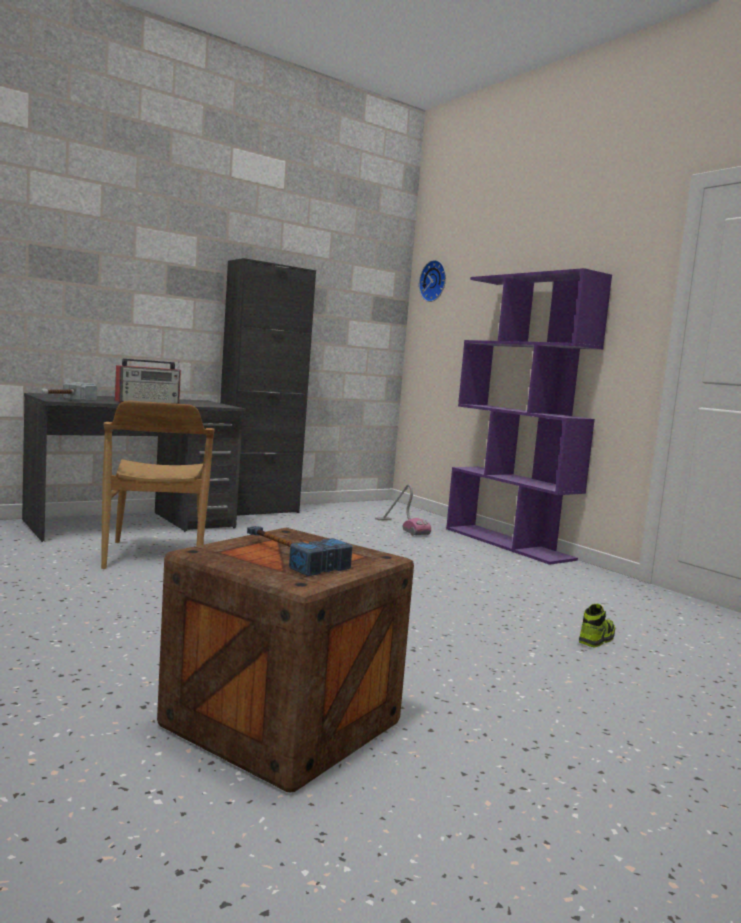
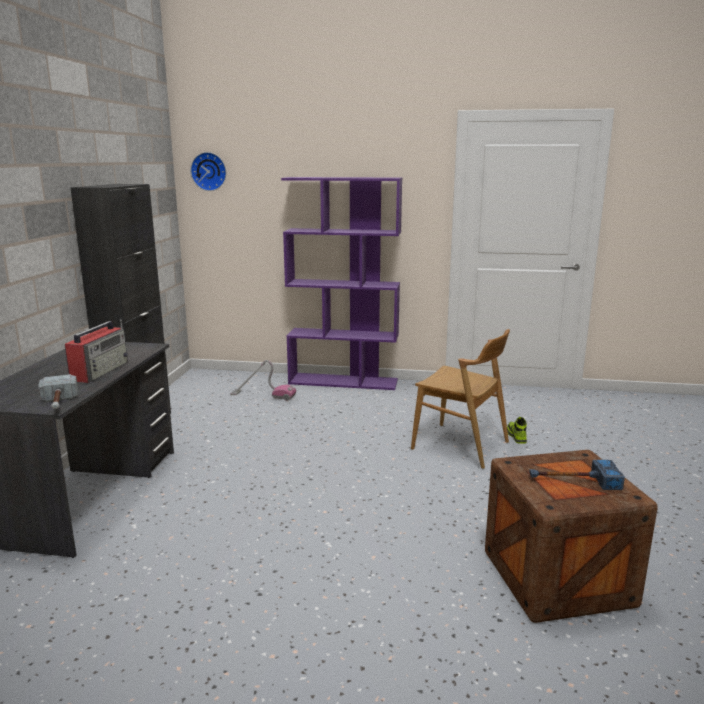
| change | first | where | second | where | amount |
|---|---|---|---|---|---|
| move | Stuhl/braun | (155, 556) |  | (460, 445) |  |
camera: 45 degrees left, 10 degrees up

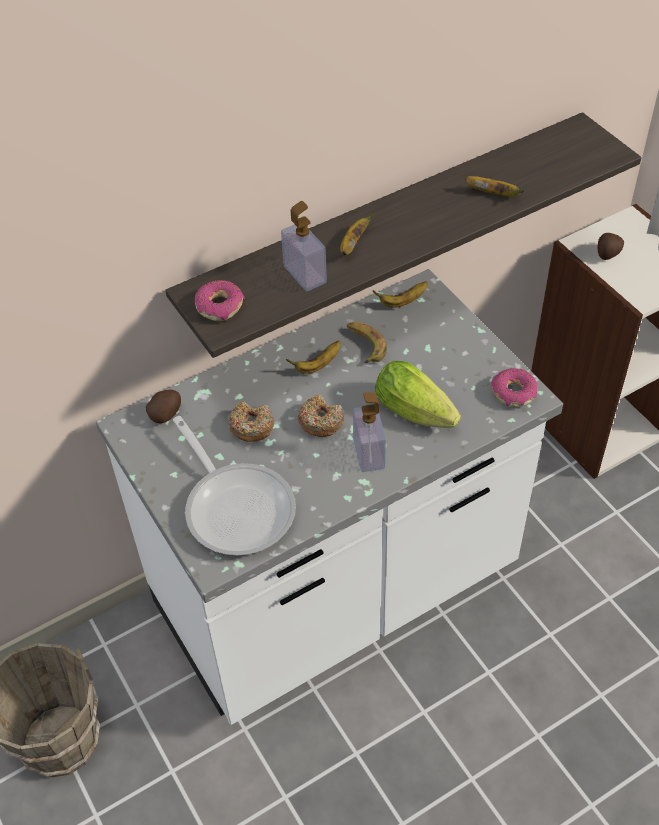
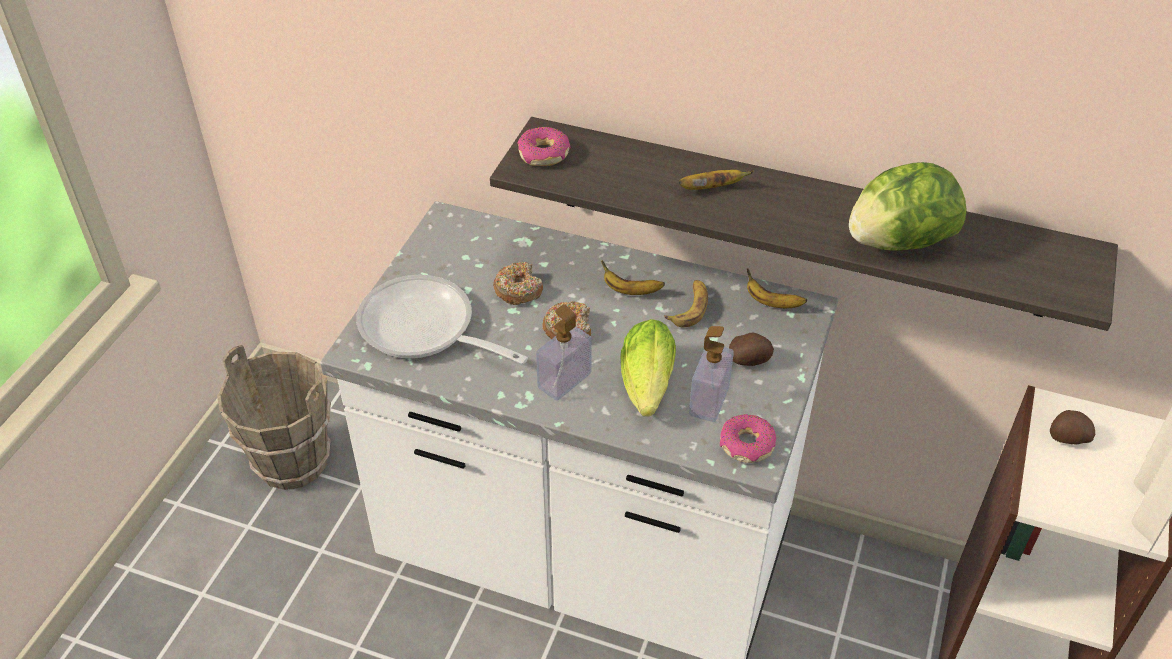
| change | first | where | second | where | amount |
|---|---|---|---|---|---|
| replace | Banane | (494, 194) | Salatkopf | (898, 242) |  |
| move | Seifenspender | (305, 274) |  | (709, 401) |  |
| move | Kartoffel | (166, 414) |  | (749, 360) |  |
| rotate | Pfanne | (236, 506) |  | (425, 330) | 105 degrees clockwise |
camera: 50 degrees right, 5 degrees down

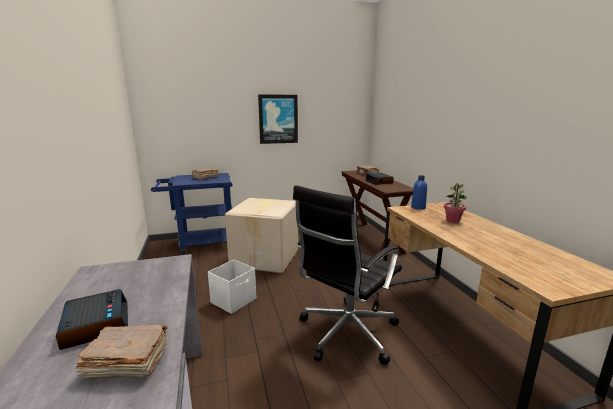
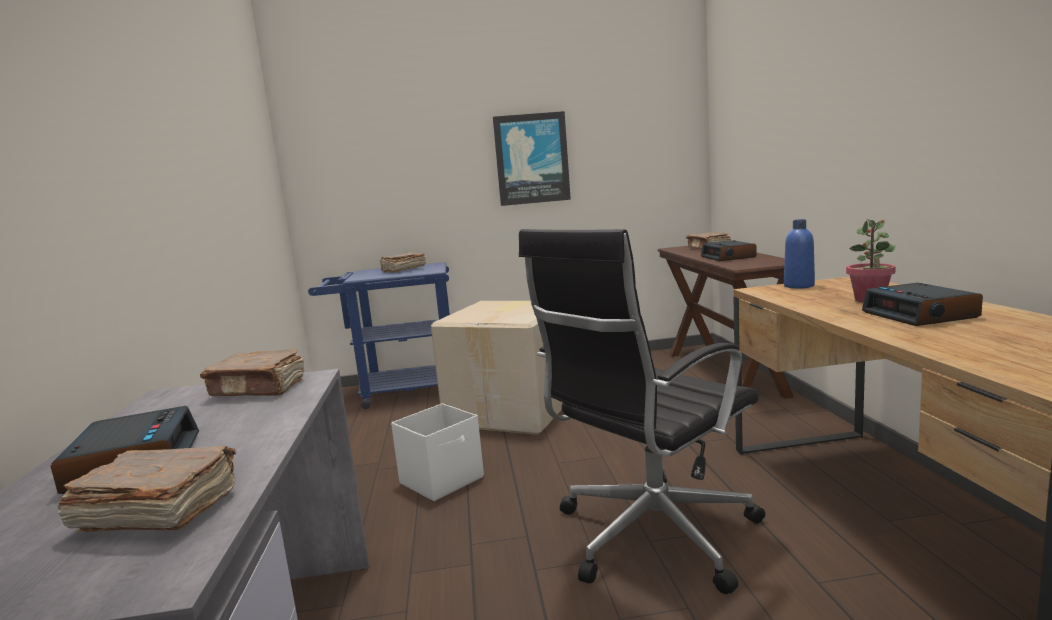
| change | first | where | second | where | amount |
|---|---|---|---|---|---|
| insert |  |  | Wecker | (920, 315) |  |
| insert |  |  | Buch/braun | (259, 389) |  |
camera: 10 degrees right, 5 degrees down

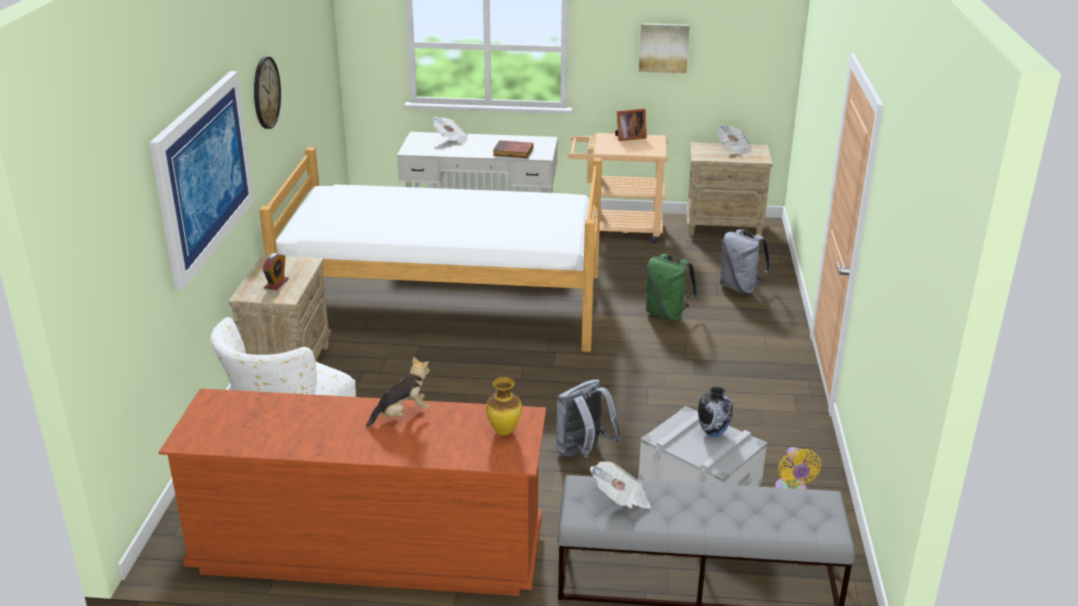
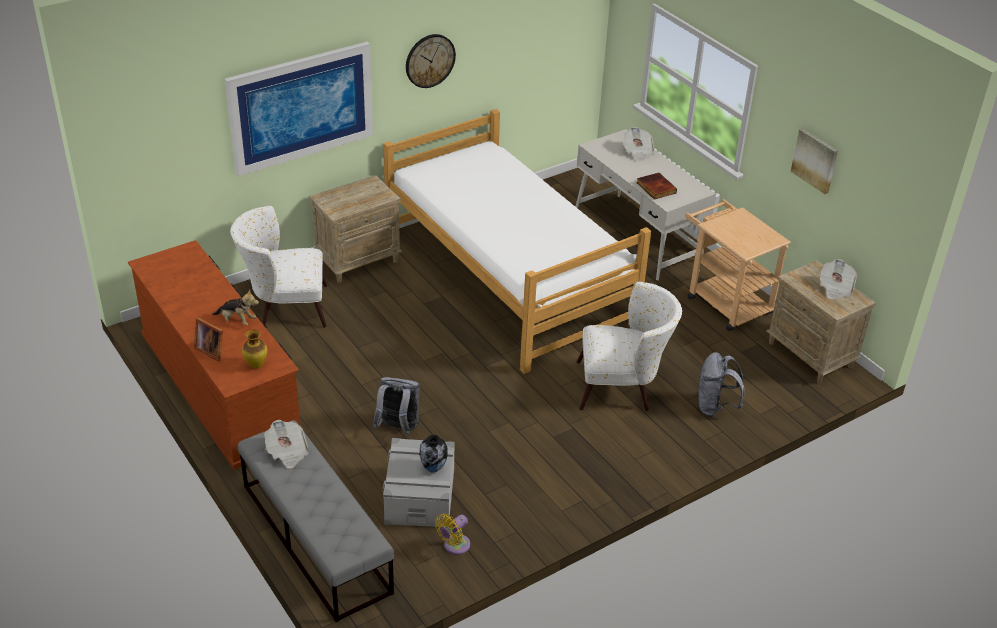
| change | first | where | second | where | amount |
|---|---|---|---|---|---|
| move | Bilderrahmen | (629, 138) |  | (211, 350) |  |
| delete | Wecker | (276, 283) |  |  |  |
| replace | Rucksack/grün | (667, 314) | Sessel/weiß | (622, 387) |  |
camera: 50 degrees right, 10 degrees up

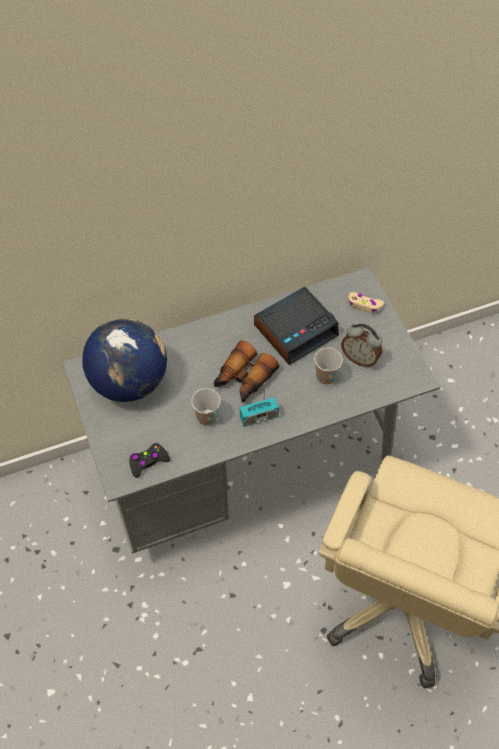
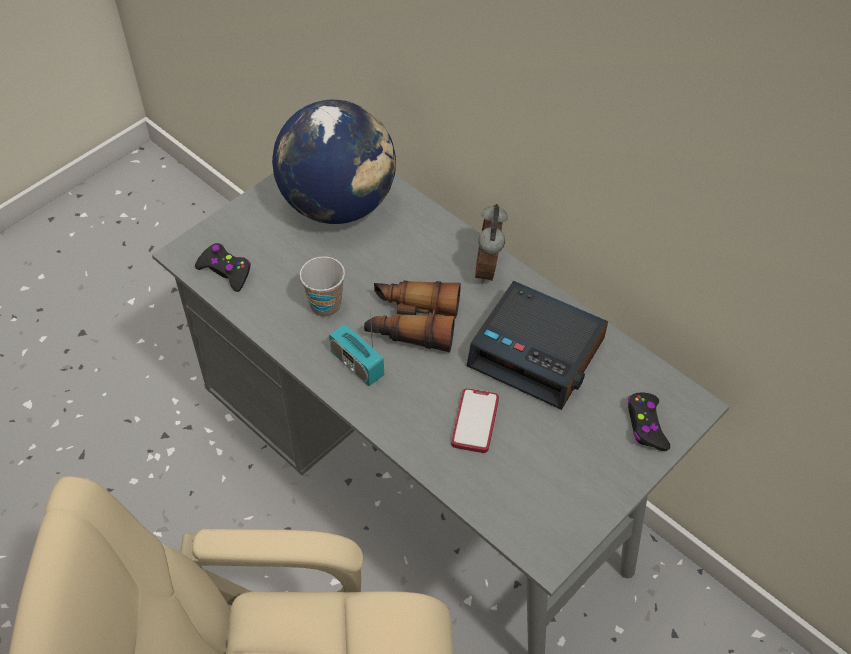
| change | first | where | second | where | amount |
|---|---|---|---|---|---|
| recolor | Gamepad/beige | (364, 305) | Gamepad/schwarz | (646, 425) |  |
| move | Wecker | (360, 358) |  | (489, 269) |  |
| replace | Tasse | (326, 376) | Handy | (475, 421) |  |
camera: 65 degrees right, 5 degrees down

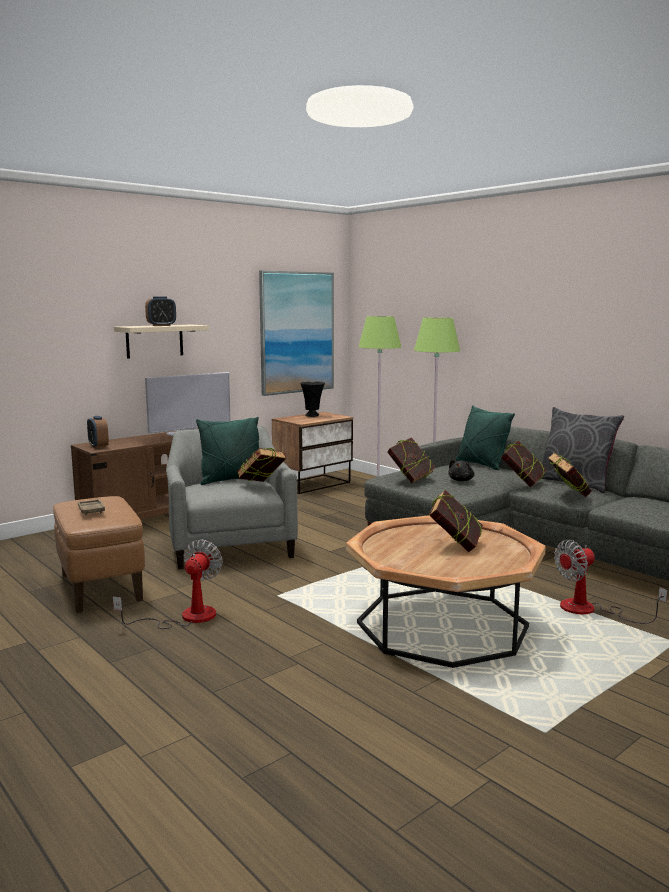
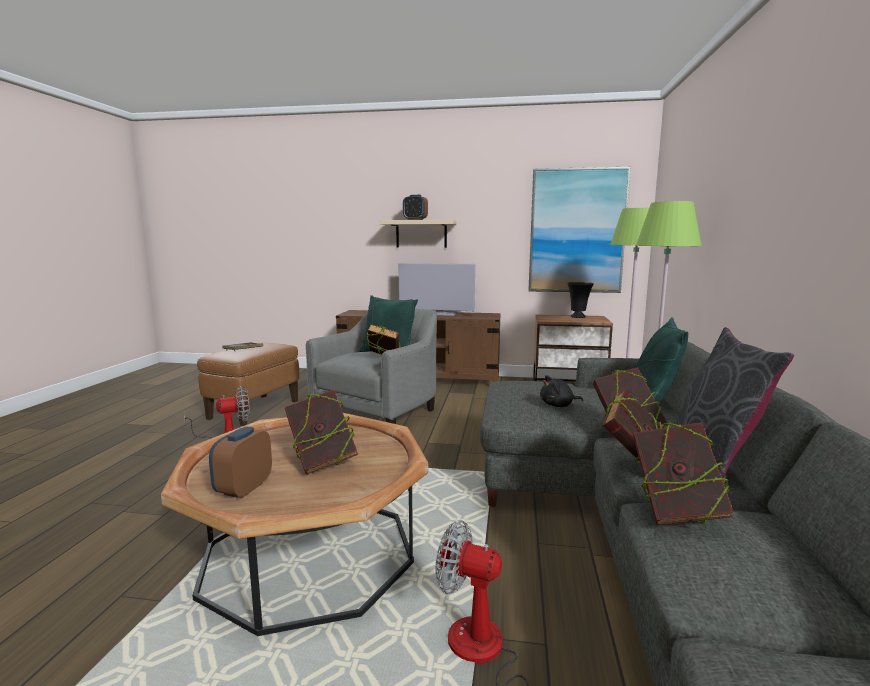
| change | first | where | second | where | amount |
|---|---|---|---|---|---|
| move | Wecker | (98, 446) |  | (243, 488) |  |
| move | Buch | (411, 479) |  | (675, 513) |  |
camera: 50 degrees right, 0 degrees up

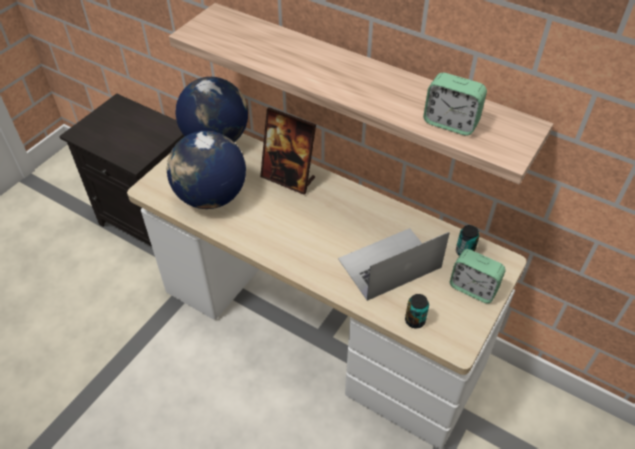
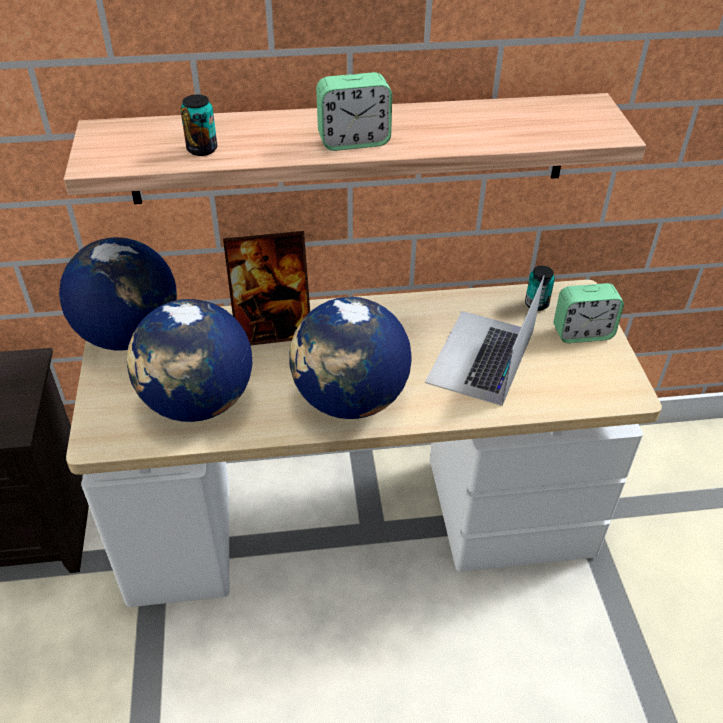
| change | first | where | second | where | amount |
|---|---|---|---|---|---|
| move | Wecker | (450, 123) |  | (354, 141) |  |
| move | Dose | (415, 320) |  | (202, 149) |  |
| insert |  |  | Globus | (350, 400) |  |
camera: 40 degrees left, 5 degrees down

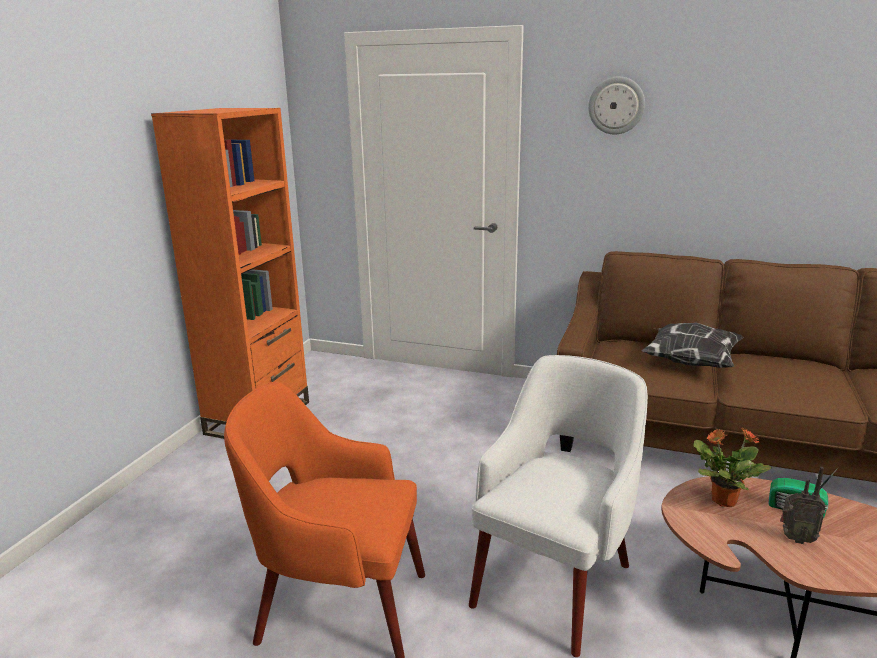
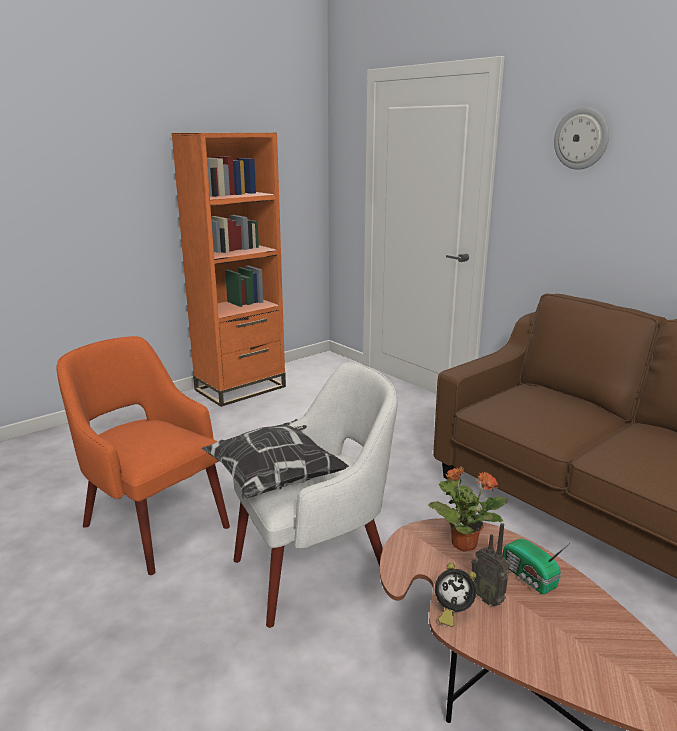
| change | first | where | second | where | amount |
|---|---|---|---|---|---|
| move | Kissen | (688, 362) |  | (275, 478) |  |
| insert |  |  | Wecker | (451, 611) |  |
camera: 30 degrees right, 0 degrees up

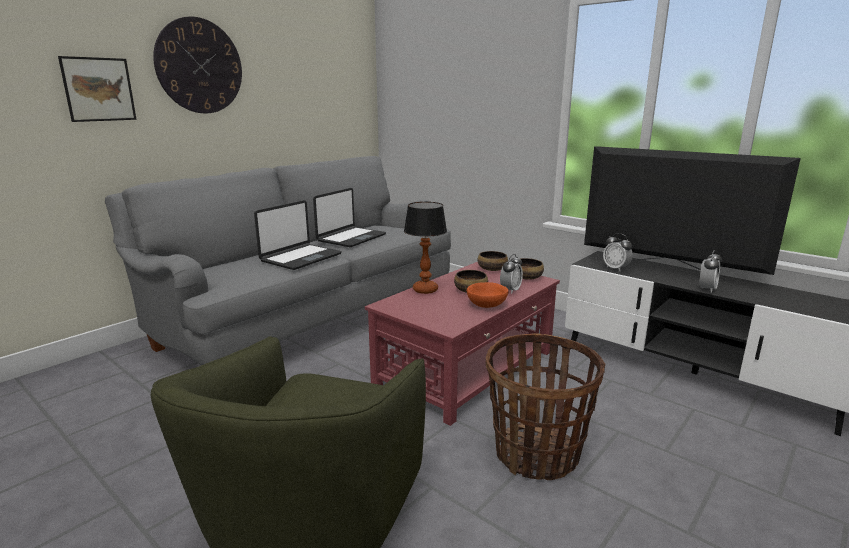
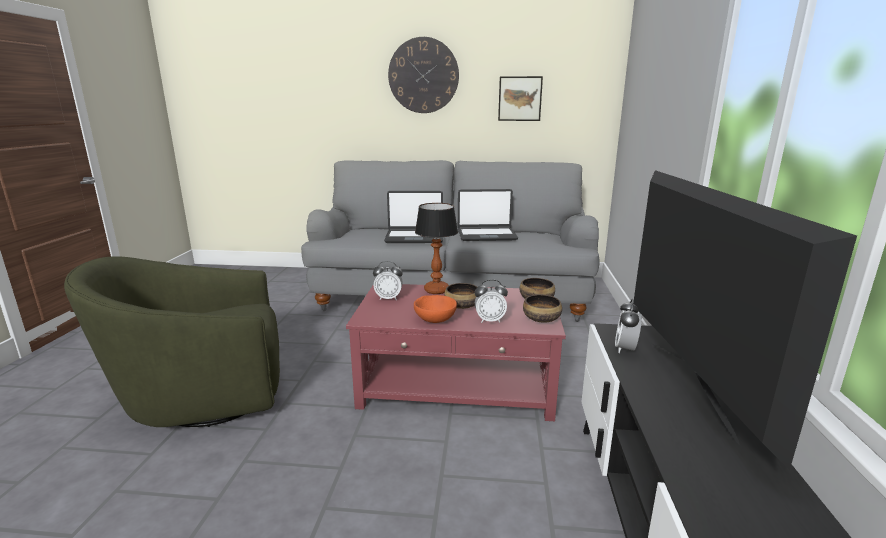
| change | first | where | second | where | amount |
|---|---|---|---|---|---|
| move | Bild | (98, 89) |  | (520, 98) |  |
| move | Wecker | (707, 289) |  | (388, 298) |  |
| delete | Korb | (536, 454) |  |  |  |
camera: 55 degrees right, 0 degrees up

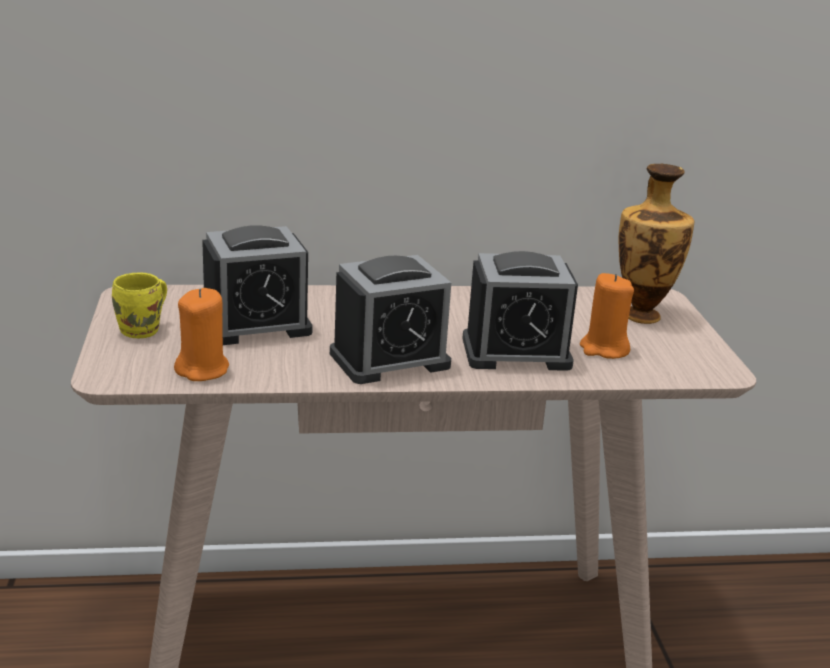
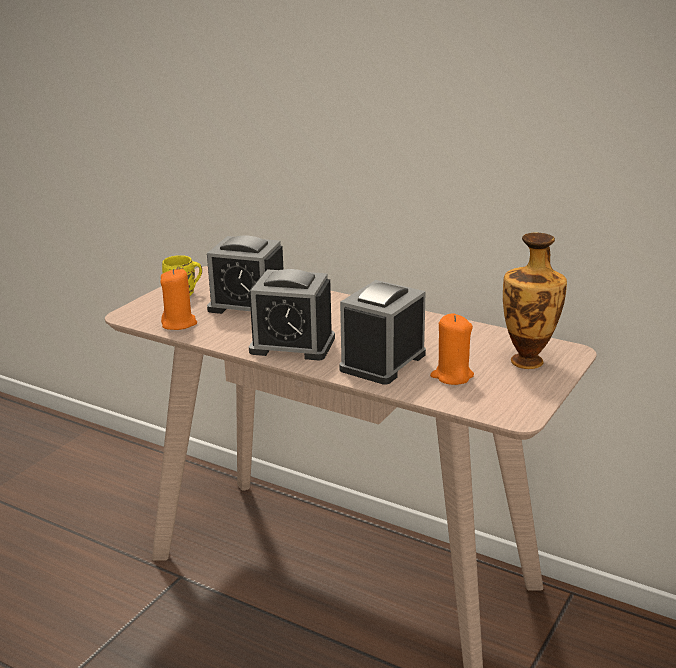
| change | first | where | second | where | amount |
|---|---|---|---|---|---|
| rotate | Wecker | (516, 352) |  | (383, 362) | 90 degrees clockwise |
camera: 40 degrees right, 0 degrees up

